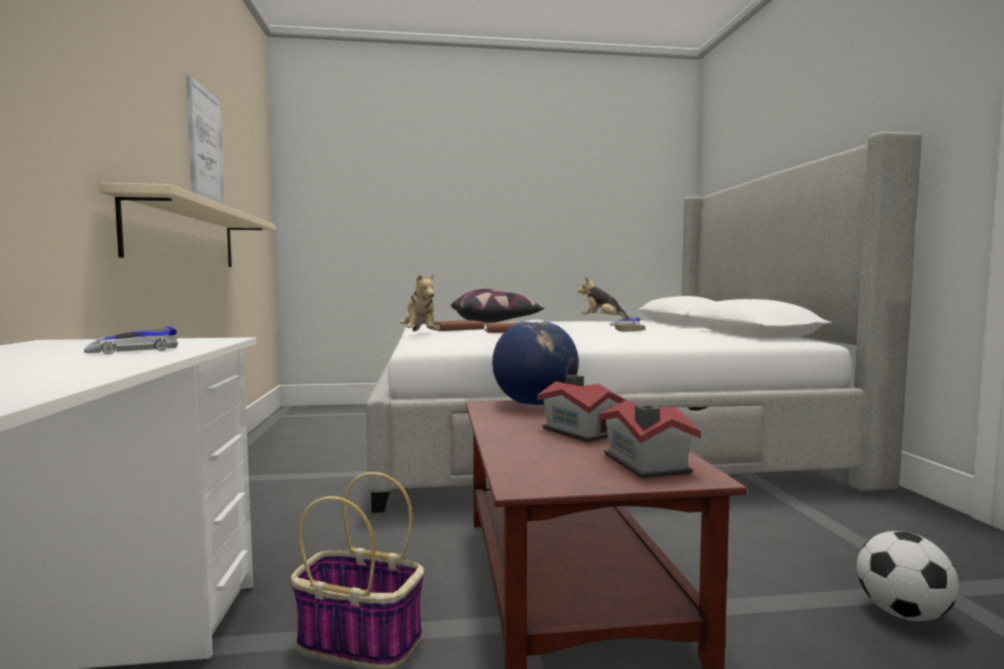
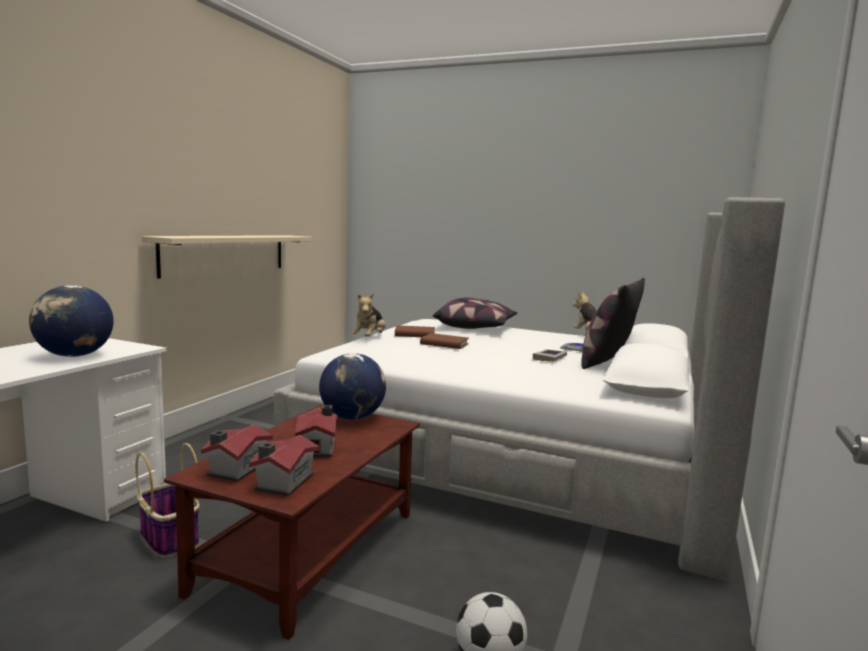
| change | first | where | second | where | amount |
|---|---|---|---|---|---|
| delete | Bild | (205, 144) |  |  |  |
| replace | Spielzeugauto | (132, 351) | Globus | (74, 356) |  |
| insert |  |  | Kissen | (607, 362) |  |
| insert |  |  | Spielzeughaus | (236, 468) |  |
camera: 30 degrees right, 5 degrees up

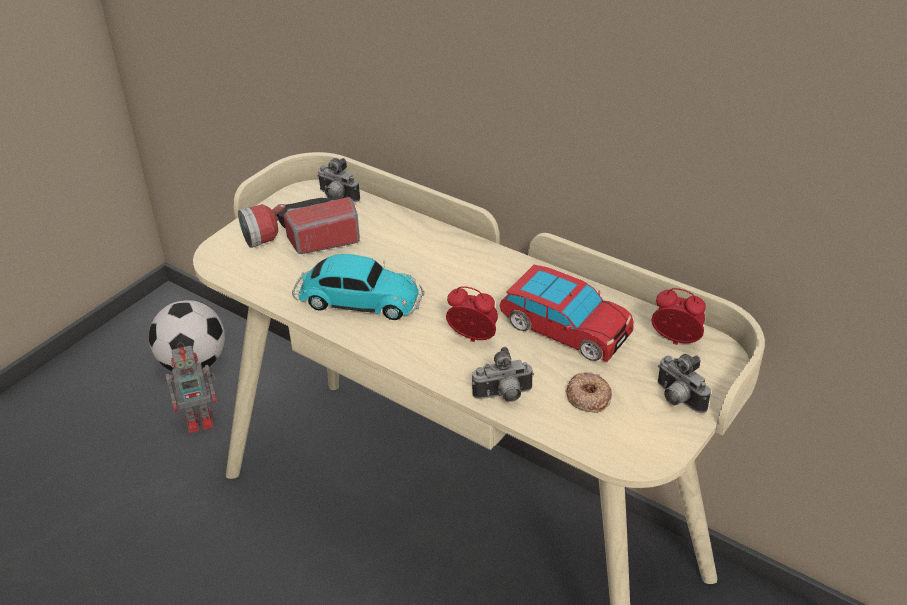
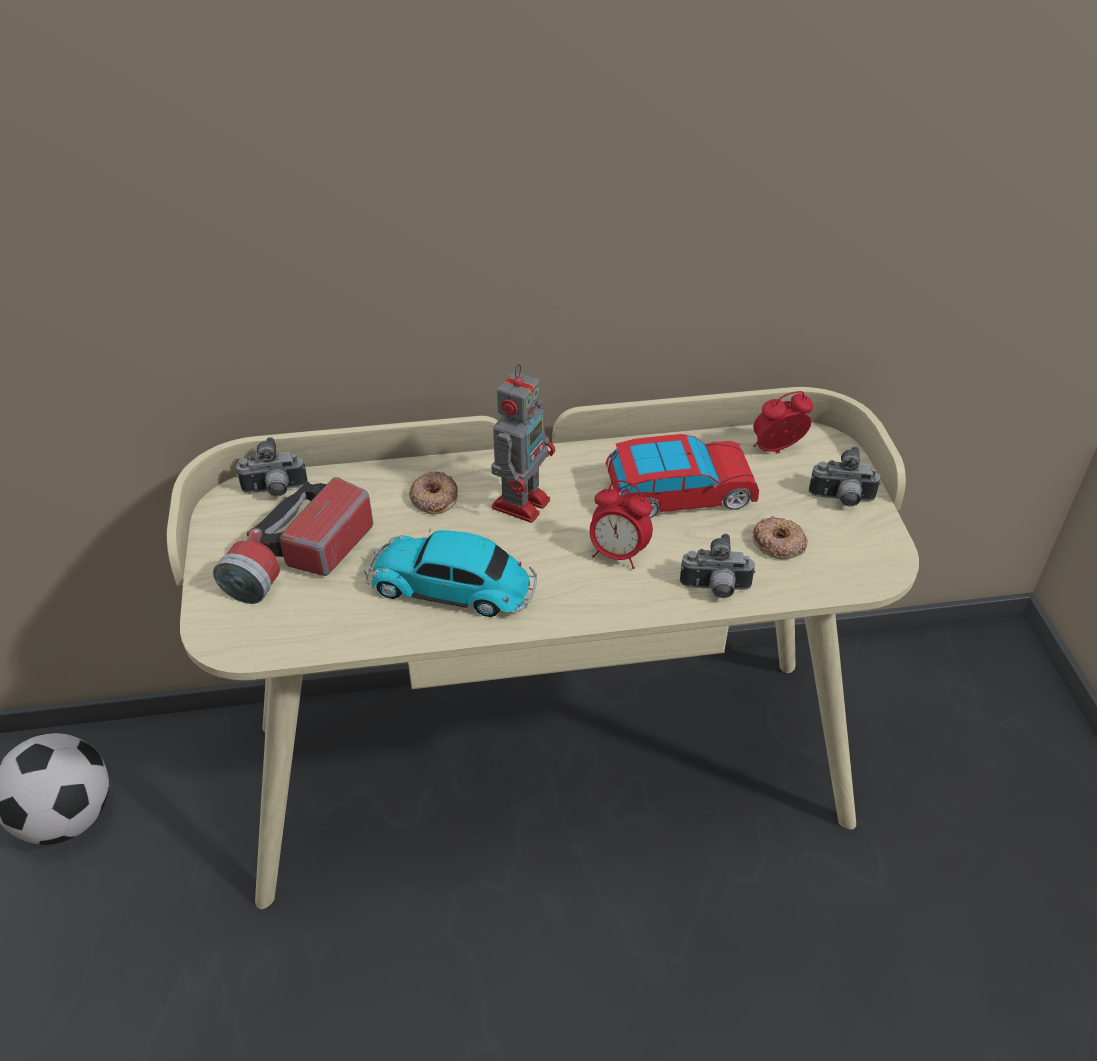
| change | first | where | second | where | amount |
|---|---|---|---|---|---|
| rotate | Spielzeugauto | (356, 300) |  | (454, 587) | 135 degrees counterclockwise |
| rotate | Wecker | (473, 339) |  | (618, 554) | 135 degrees counterclockwise |
| move | Spielzeugroboter | (201, 420) |  | (522, 501) |  |
| rotate | Kamera | (503, 396) |  | (715, 589) | 60 degrees clockwise |
| insert |  |  | Donut | (434, 497) |  |
camera: 45 degrees left, 5 degrees up

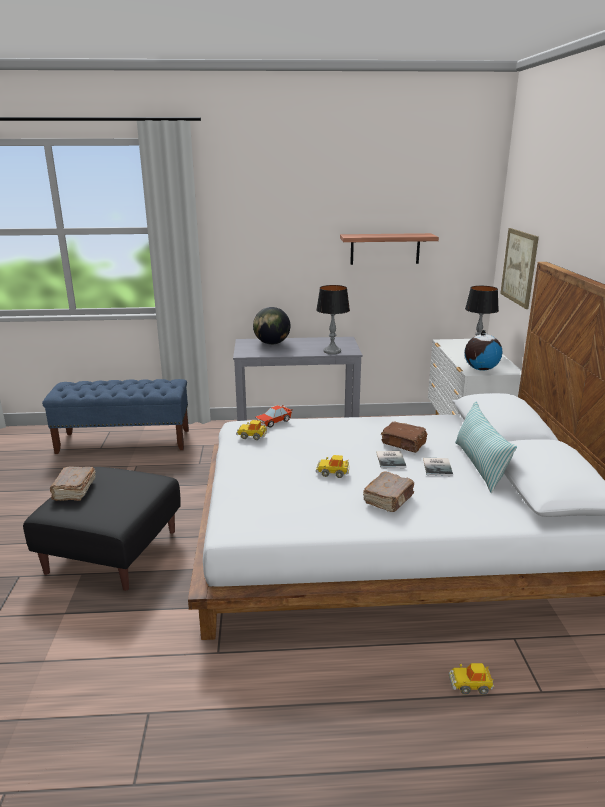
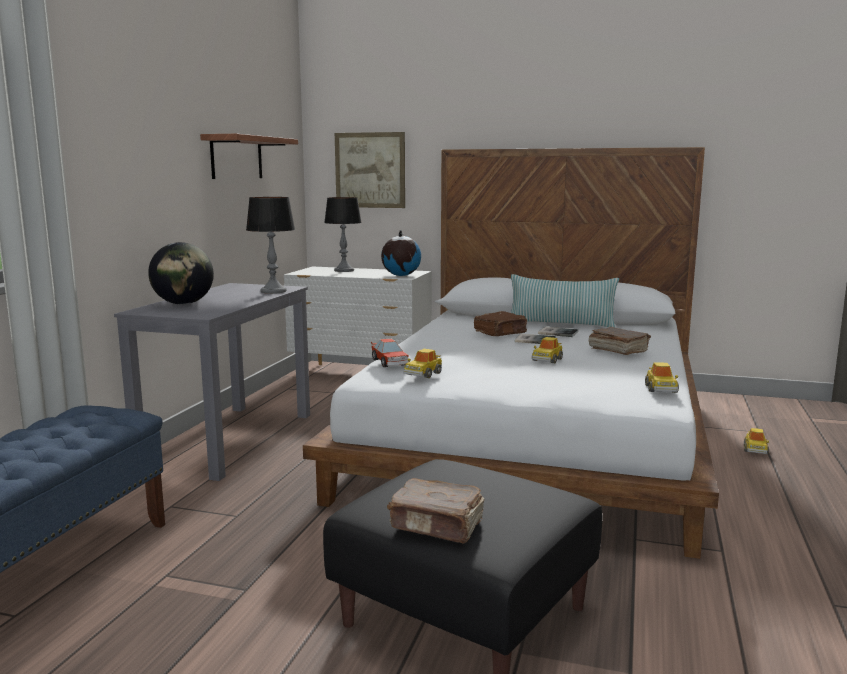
| change | first | where | second | where | amount |
|---|---|---|---|---|---|
| insert |  |  | Spielzeugauto | (661, 389) |  |
camera: 70 degrees left, 10 degrees down

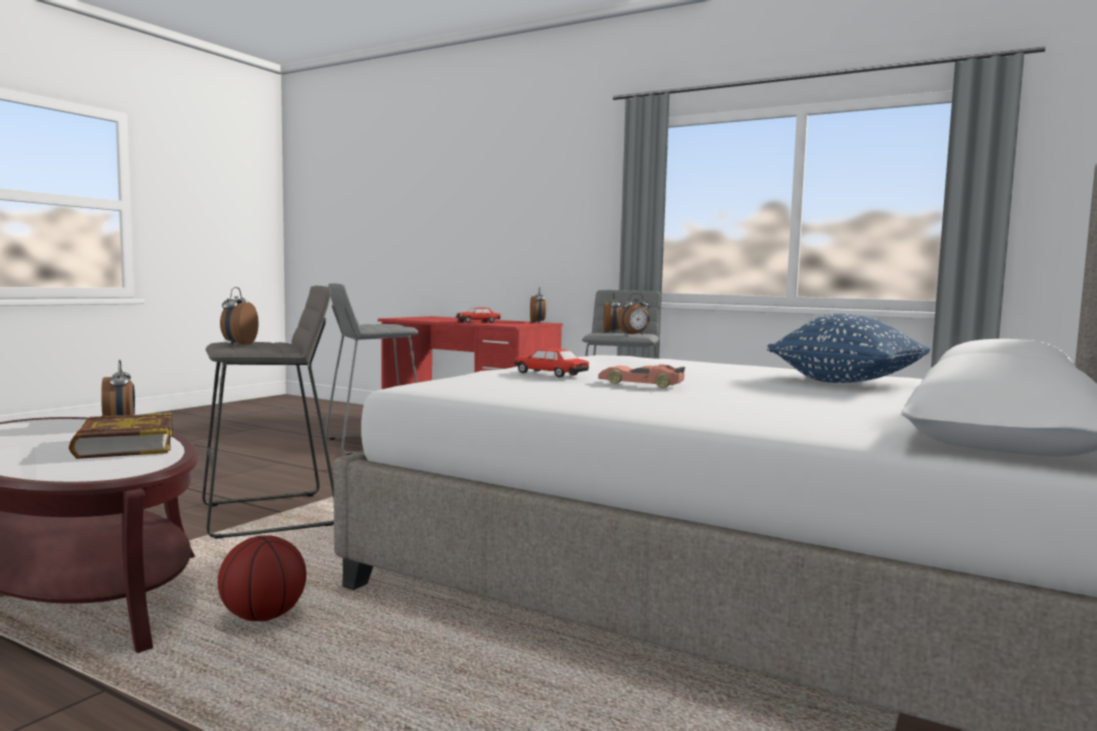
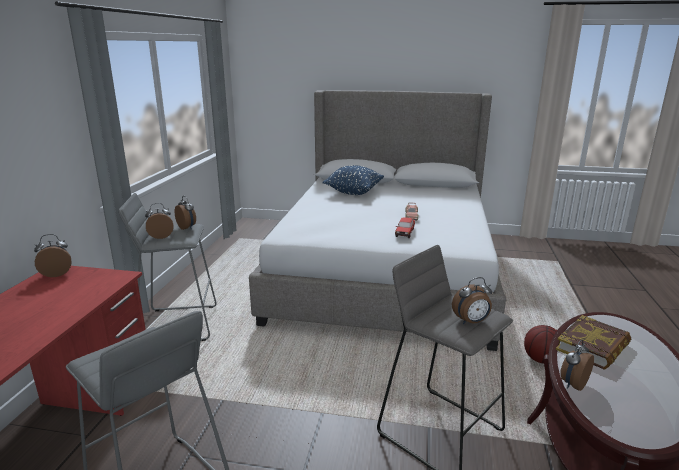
| change | first | where | second | where | amount |
|---|---|---|---|---|---|
| delete | Spielzeugauto | (478, 322) |  |  |  |
camera: 110 degrees left, 15 degrees up

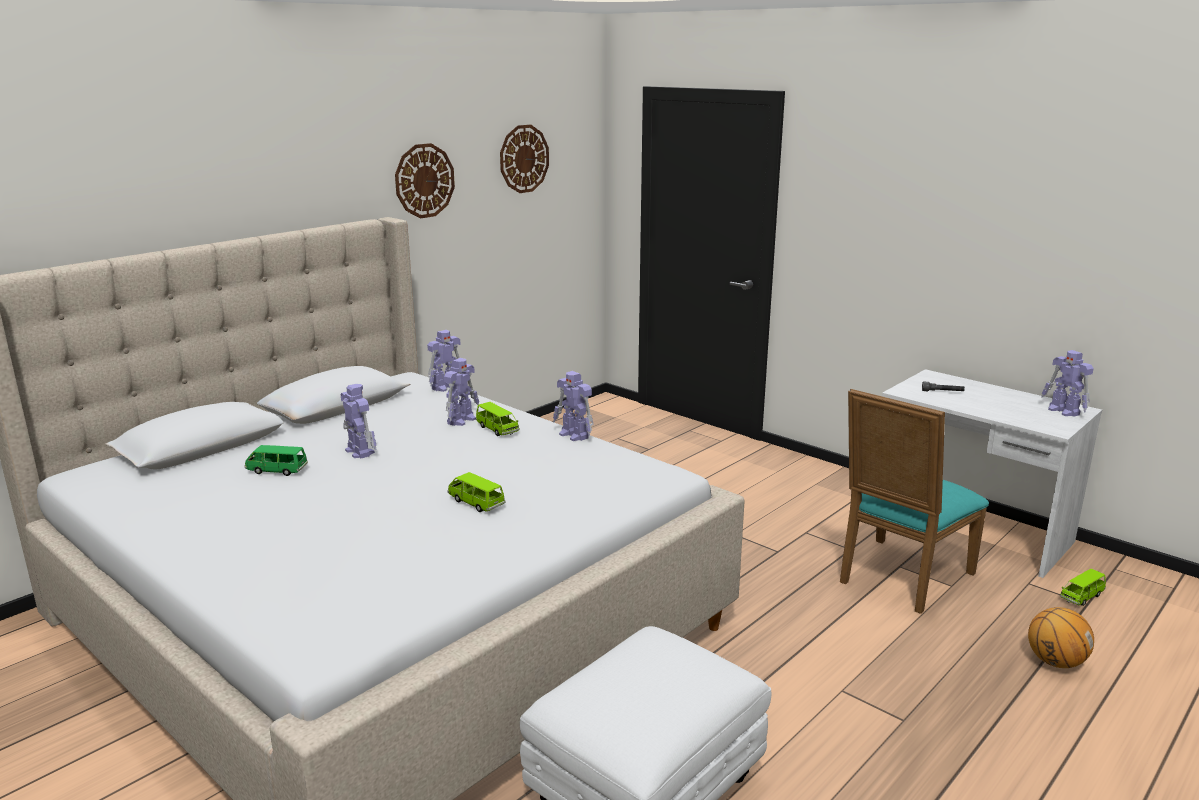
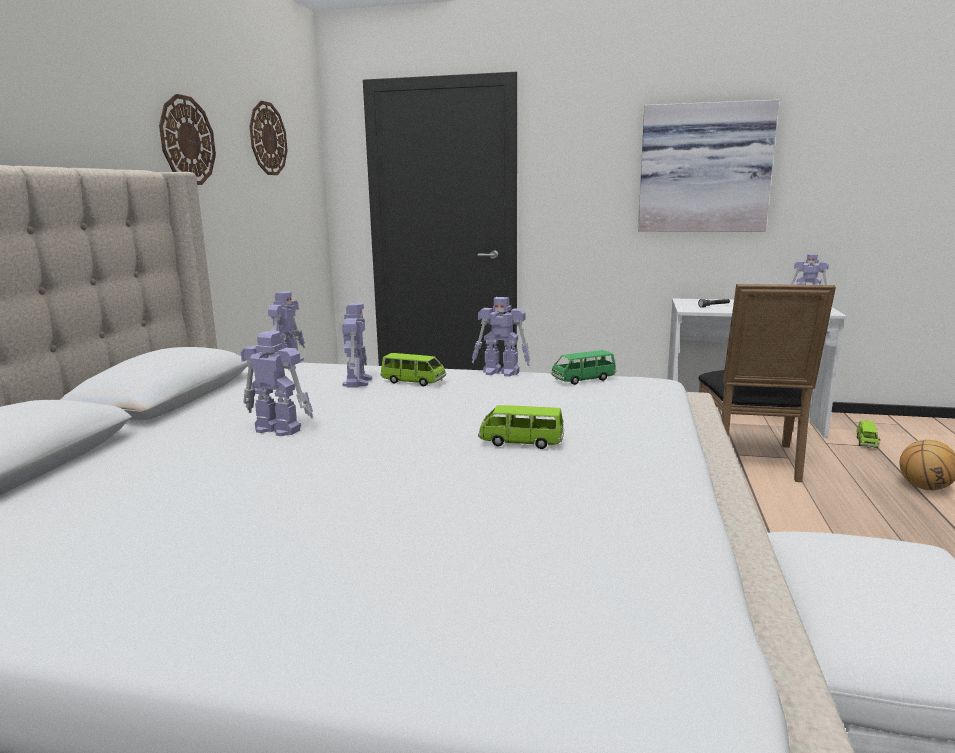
| change | first | where | second | where | amount |
|---|---|---|---|---|---|
| recolor | Stuhl/türkis | (899, 579) | Stuhl/schwarz | (751, 463) |  |
| move | Spielzeugauto/grün | (277, 470) |  | (583, 379) |  |
| insert |  |  | Bild | (704, 168) |  |
camera: 30 degrees left, 5 degrees down

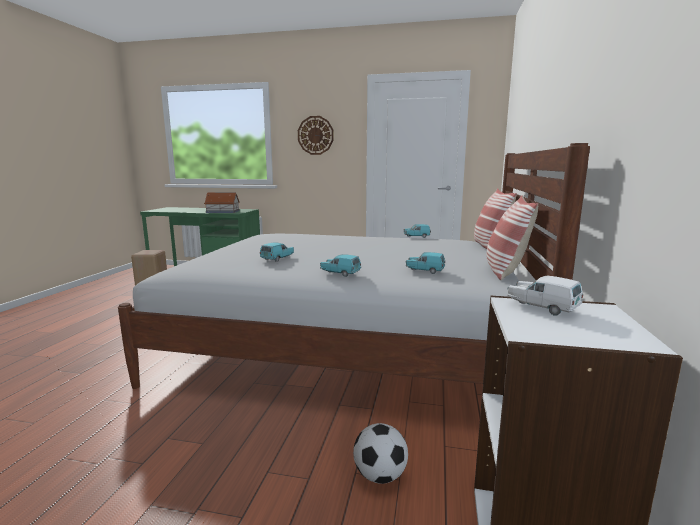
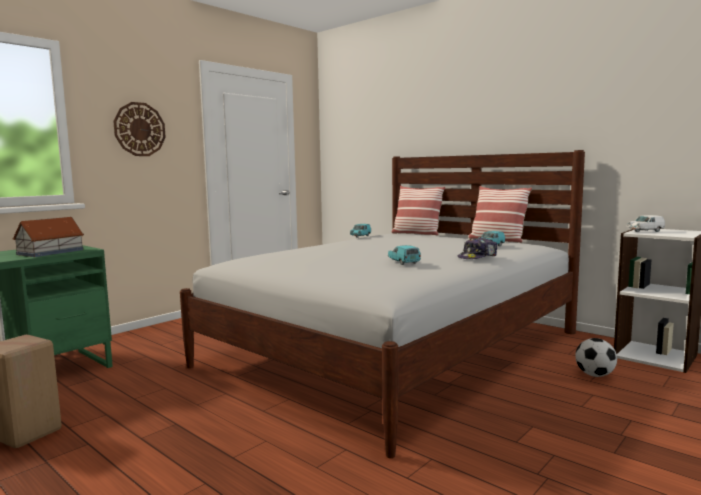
| change | first | where | second | where | amount |
|---|---|---|---|---|---|
| replace | Spielzeugauto/türkis | (340, 273) | Kappe | (478, 257) |  |
camera: 60 degrees left, 5 degrees down

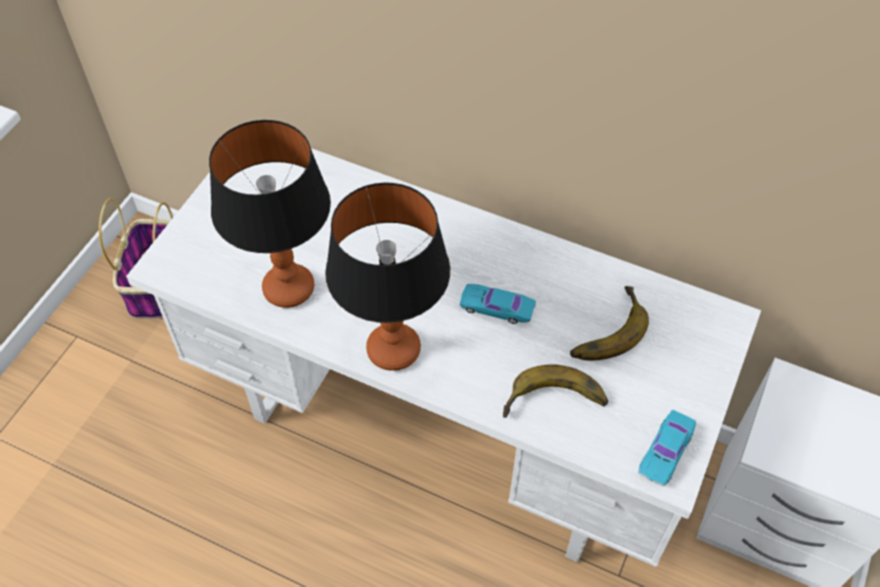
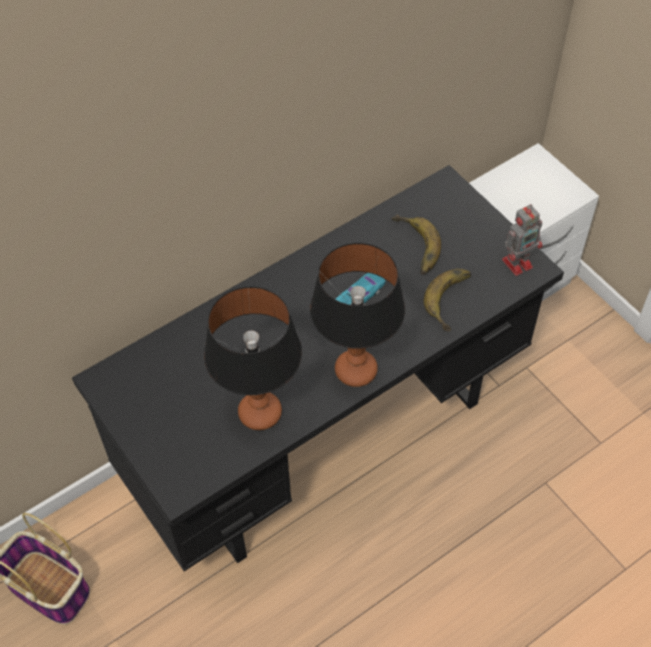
| change | first | where | second | where | amount |
|---|---|---|---|---|---|
| recolor | Schreibtisch/weiß | (443, 427) | Schreibtisch/schwarz | (328, 434) |  |
| replace | Spielzeugauto/türkis | (665, 451) | Spielzeugroboter | (518, 262) |  |
camera: 60 degrees left, 0 degrees up

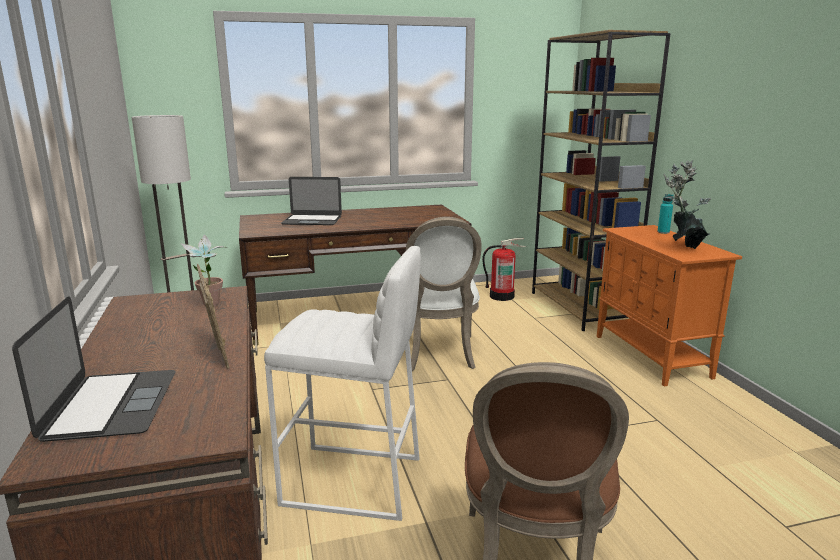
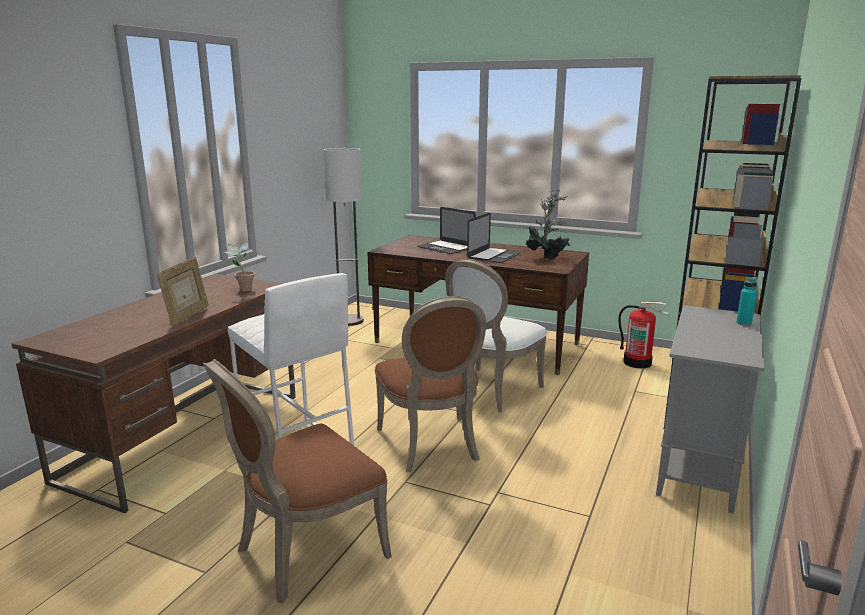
| change | first | where | second | where | amount |
|---|---|---|---|---|---|
| move | Topfpflanze | (683, 247) |  | (547, 257) |  |
| recolor | Schrank/orange | (652, 356) | Schrank/grau | (698, 467) |  |
| move | Laptop | (111, 404) |  | (494, 255) |  |
| insert |  |  | Stuhl/braun | (432, 445) |  |
camera: 40 degrees right, 0 degrees up

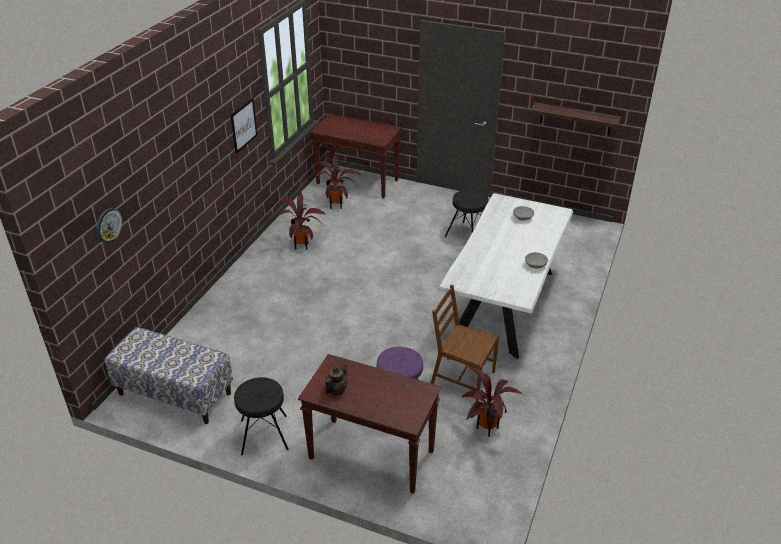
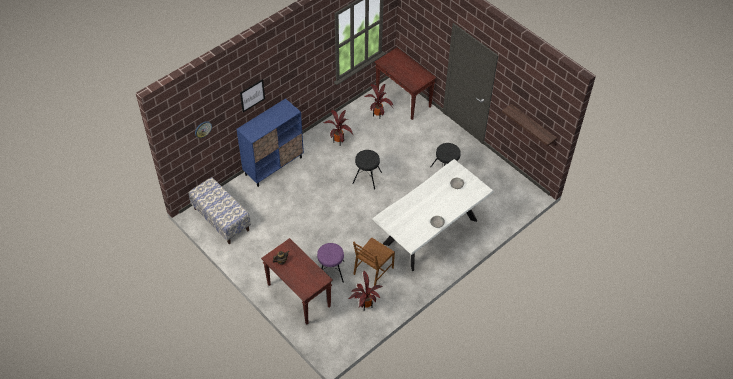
| change | first | where | second | where | amount |
|---|---|---|---|---|---|
| move | Bild | (243, 125) |  | (252, 95) |  |
| rotate | Stuhl/braun | (461, 379) |  | (373, 271) | 105 degrees counterclockwise |
| move | Hocker/schwarz | (264, 435) |  | (367, 178) |  |
| insert |  |  | Schrank/blau | (274, 166) |  |
camera: 25 degrees right, 15 degrees up

